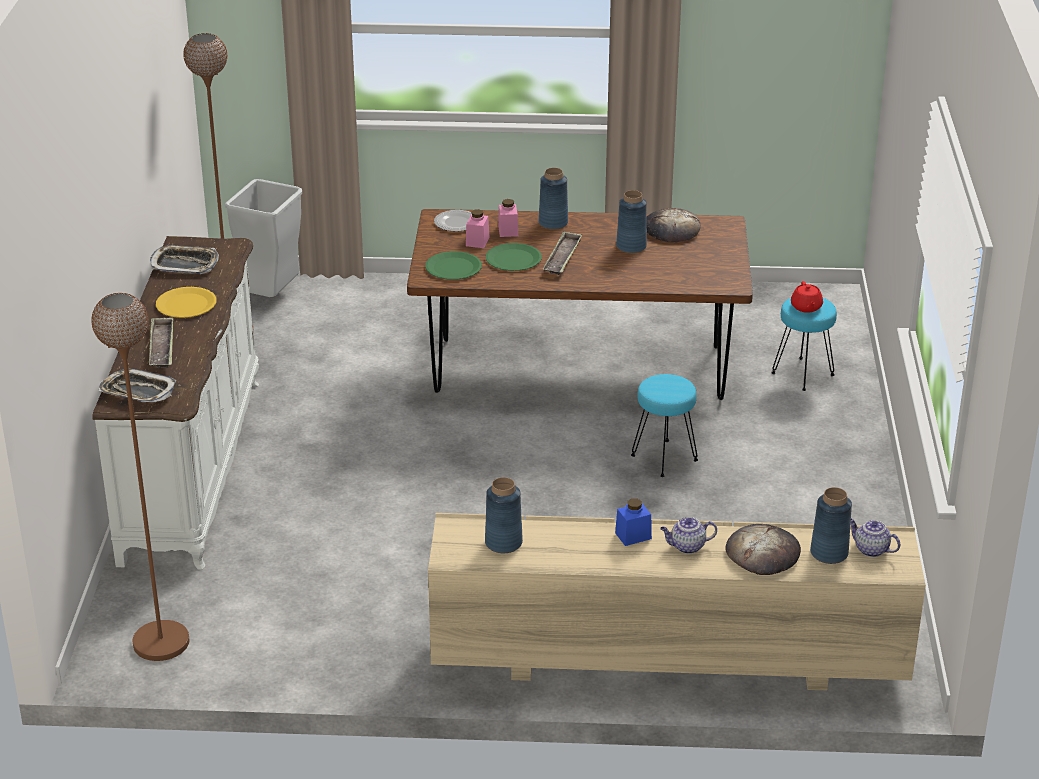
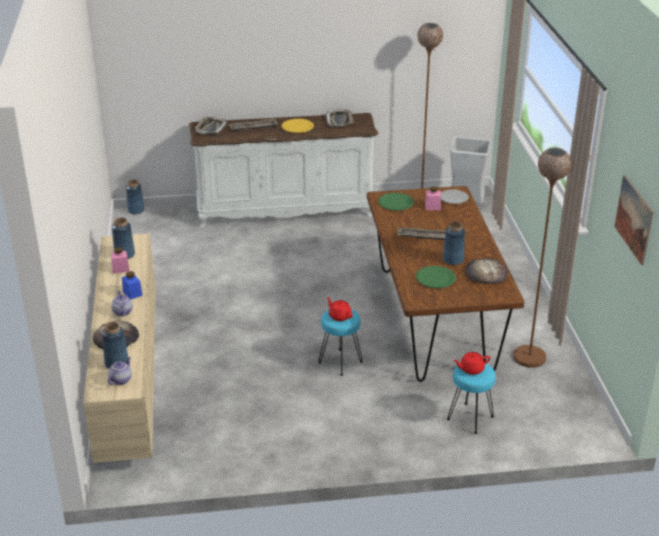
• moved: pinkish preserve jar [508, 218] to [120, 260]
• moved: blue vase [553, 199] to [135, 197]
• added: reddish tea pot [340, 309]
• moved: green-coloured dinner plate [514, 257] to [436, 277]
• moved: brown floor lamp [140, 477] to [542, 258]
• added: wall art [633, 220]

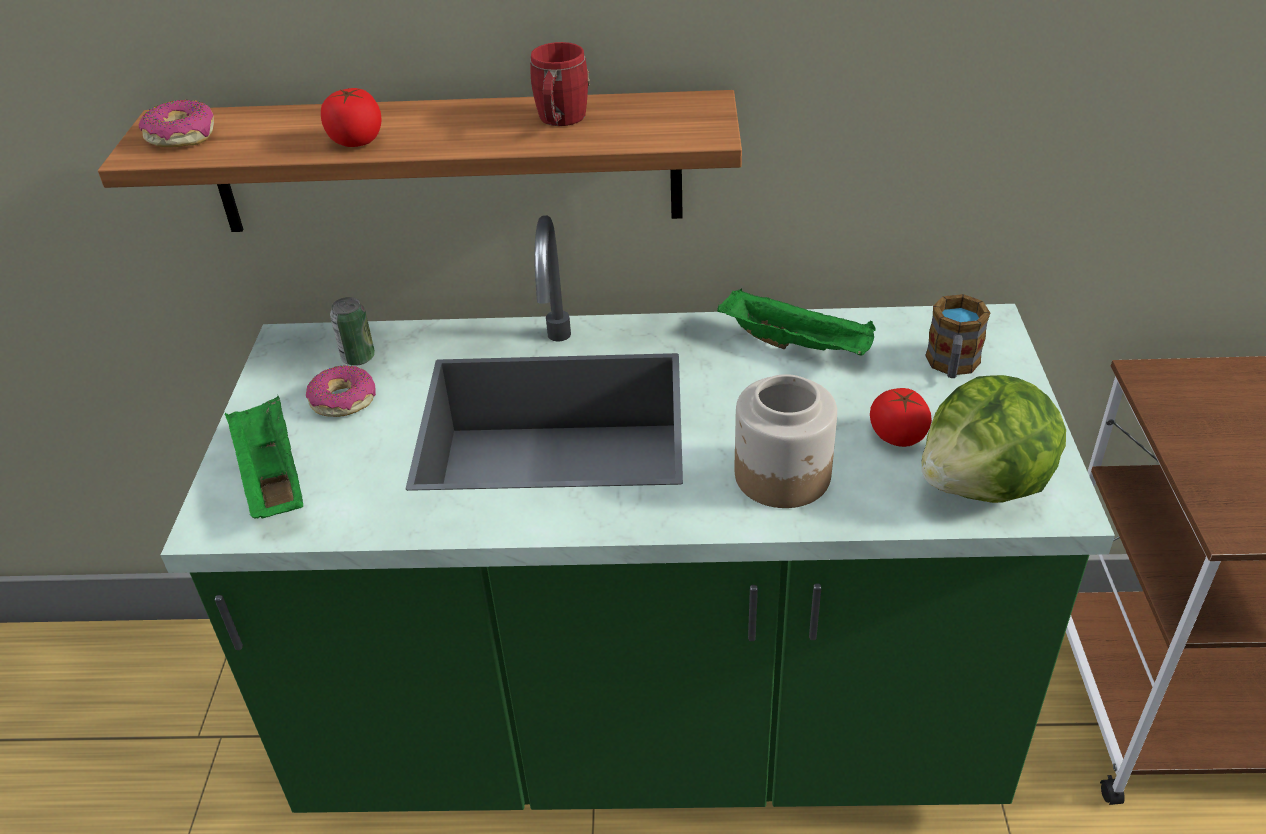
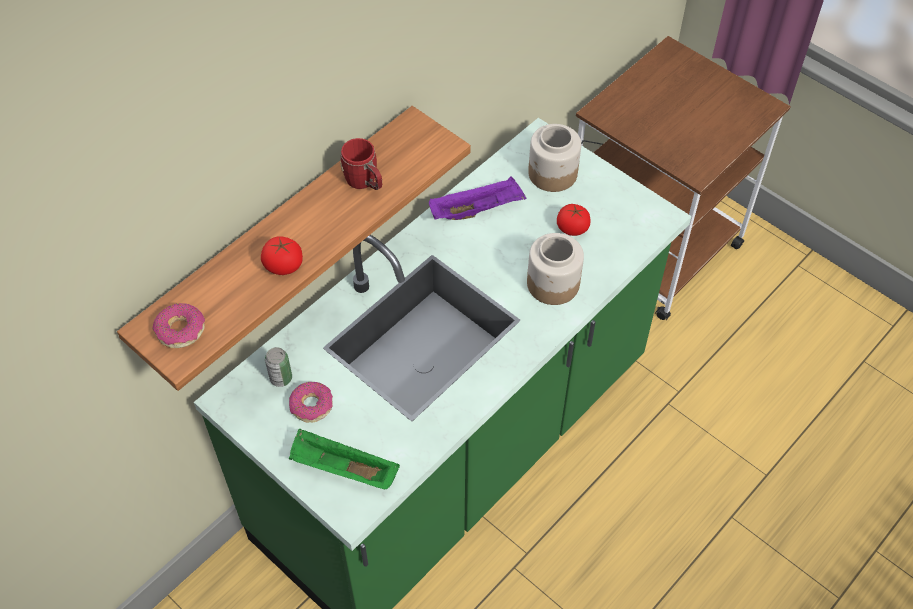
• recoloured: green-coloured serving tray [796, 322] to purple serving tray [477, 198]
• replaced: tea mug [957, 336] to preserve jar [554, 158]
• removed: lettuce [994, 439]

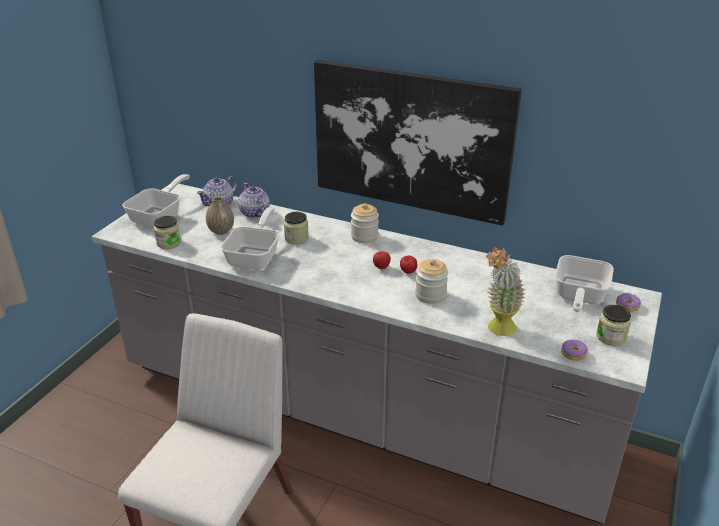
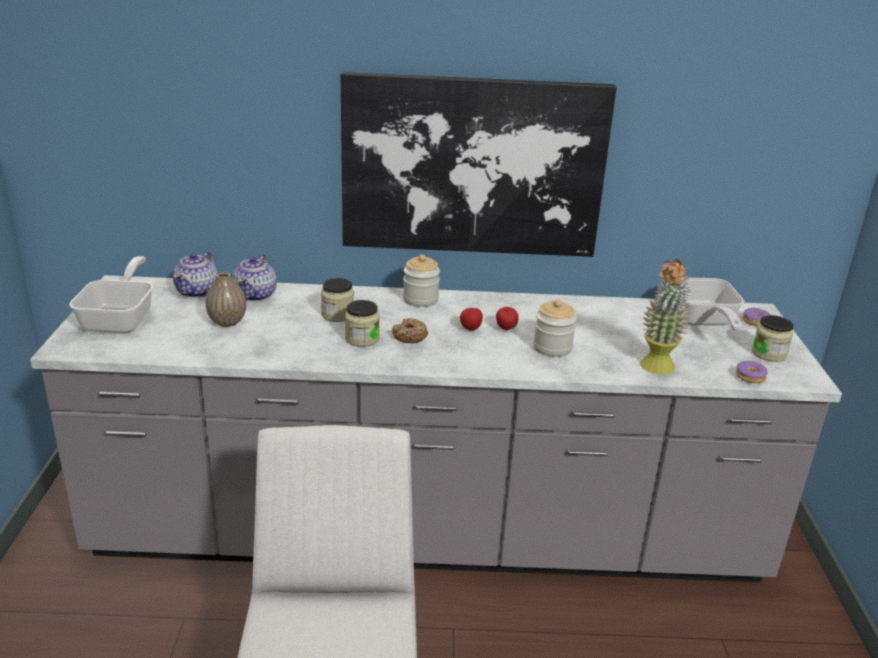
• turned: tea pot [254, 200] = [254, 278] 120 degrees counterclockwise
• moved: preserve jar [167, 232] to [362, 323]
• added: doughnut [410, 330]
• removed: skillet [250, 238]

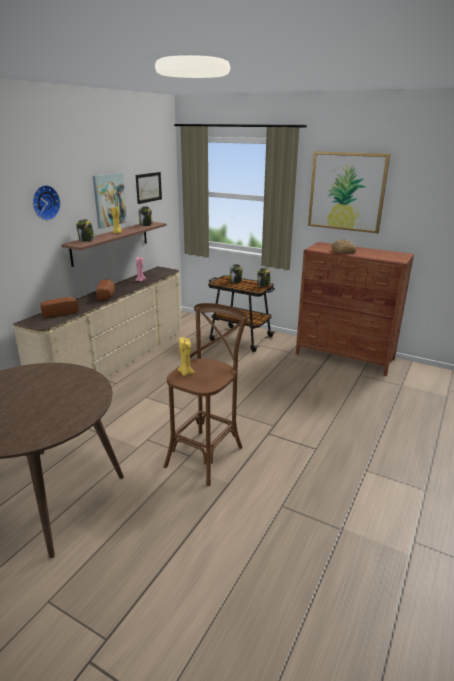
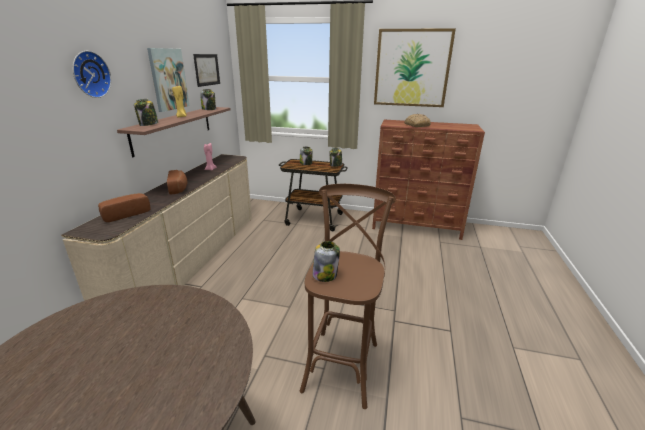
• replaced: yellow-coloured wax candle [186, 356] to preserve jar [326, 261]

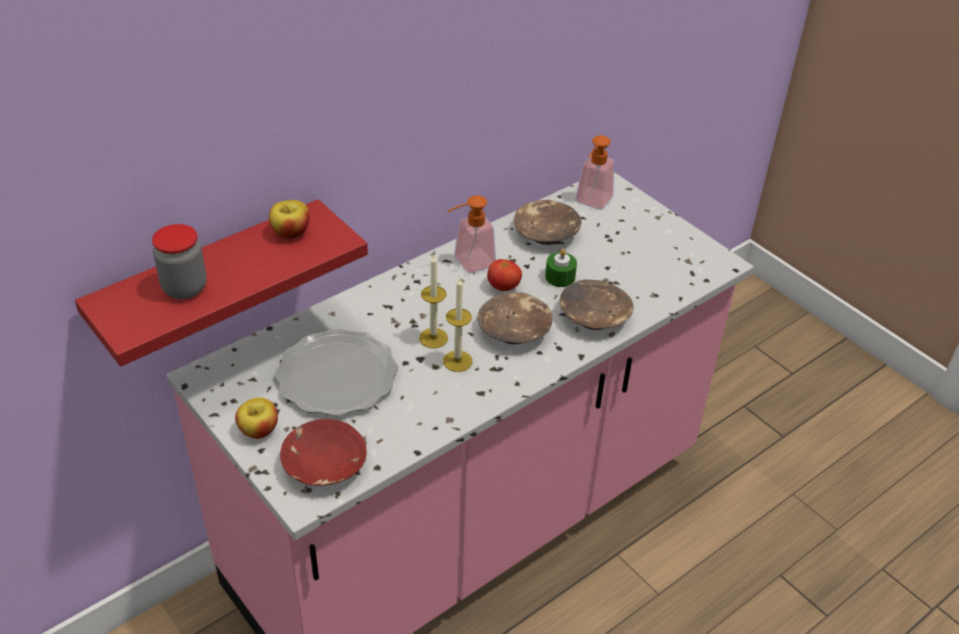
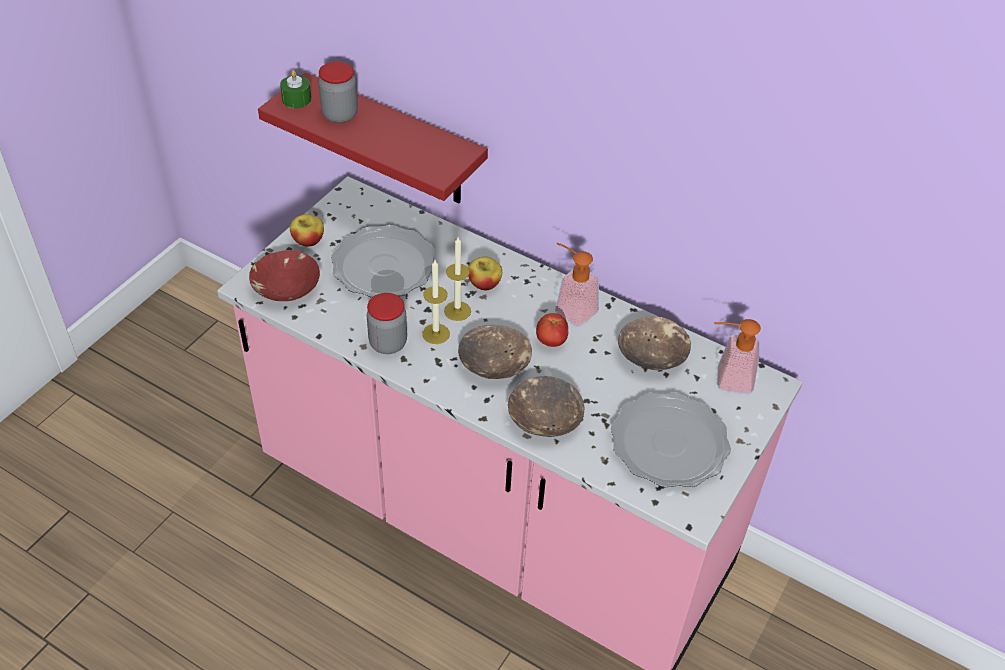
• moved: green-coloured wax candle [561, 268] to [295, 89]
• added: preserve jar [387, 323]
• moved: apple fruit [289, 219] to [485, 273]
• added: dinner plate [671, 439]

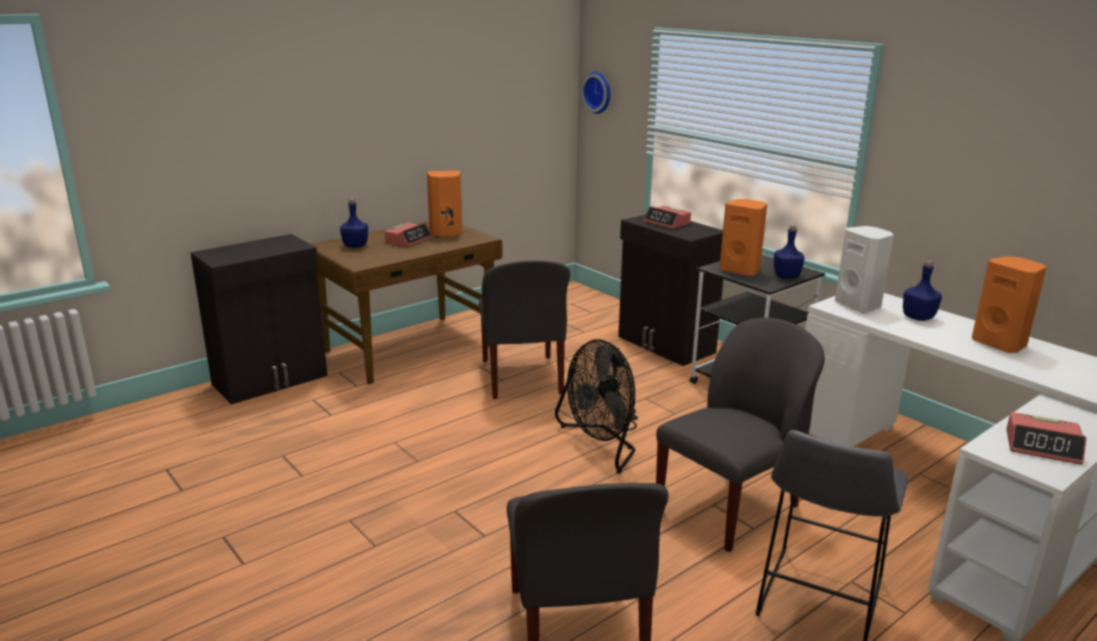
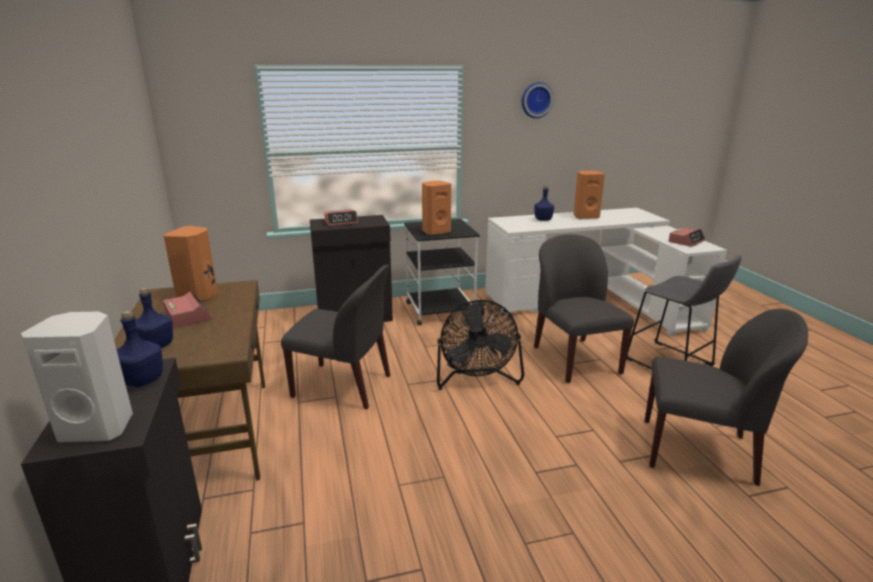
• moved: white loudspeaker [864, 269] to [77, 377]
• moved: blue drink bottle [789, 252] to [139, 349]
• moved: clock on the wall [596, 93] to [537, 100]

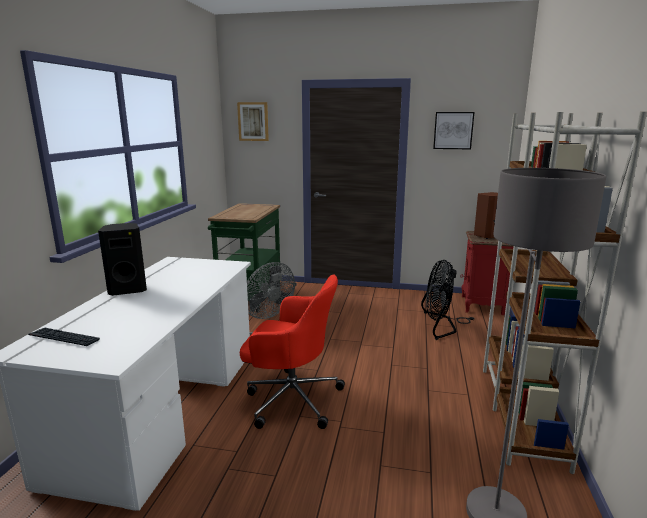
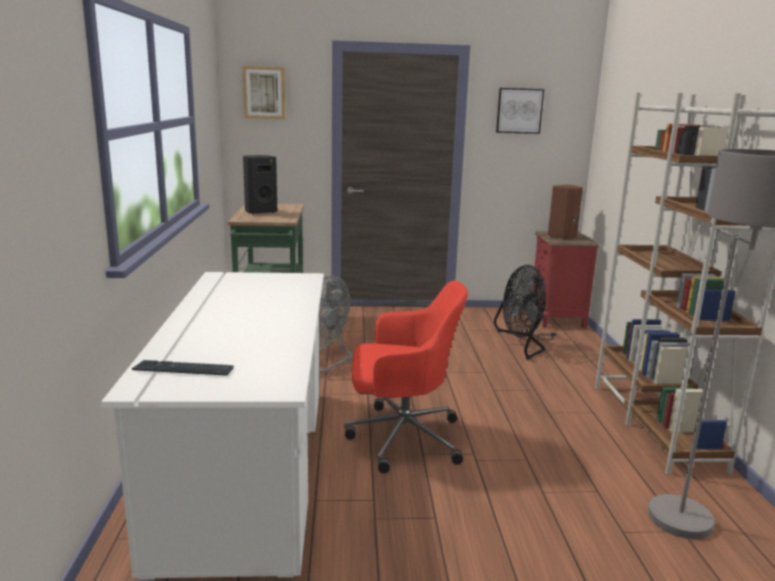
• moved: black-coloured loudspeaker [122, 259] to [260, 185]

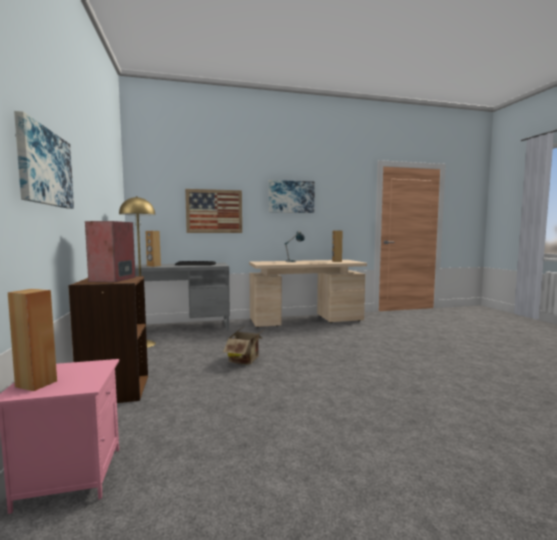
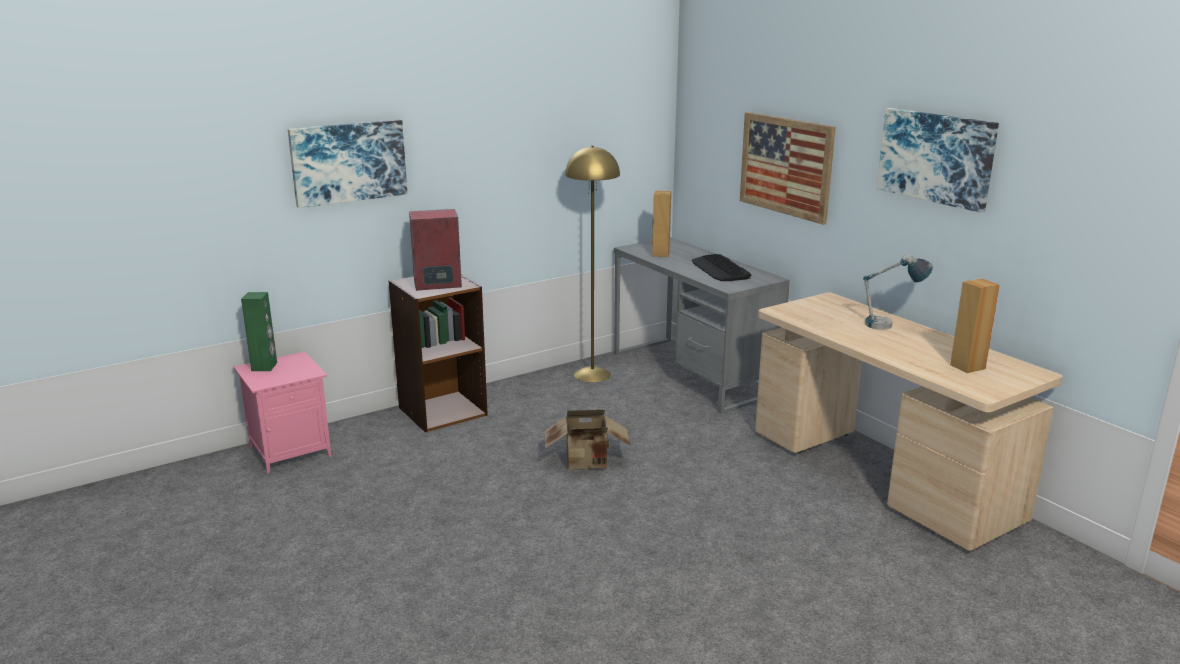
• recoloured: brown loudspeaker [32, 340] to green-coloured loudspeaker [259, 331]

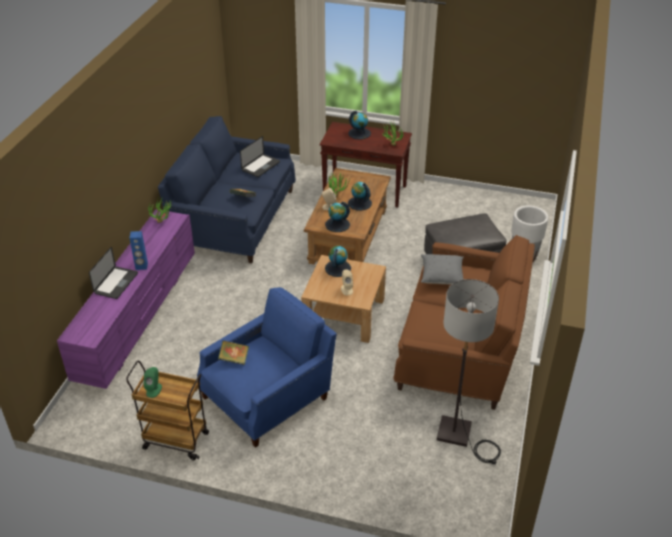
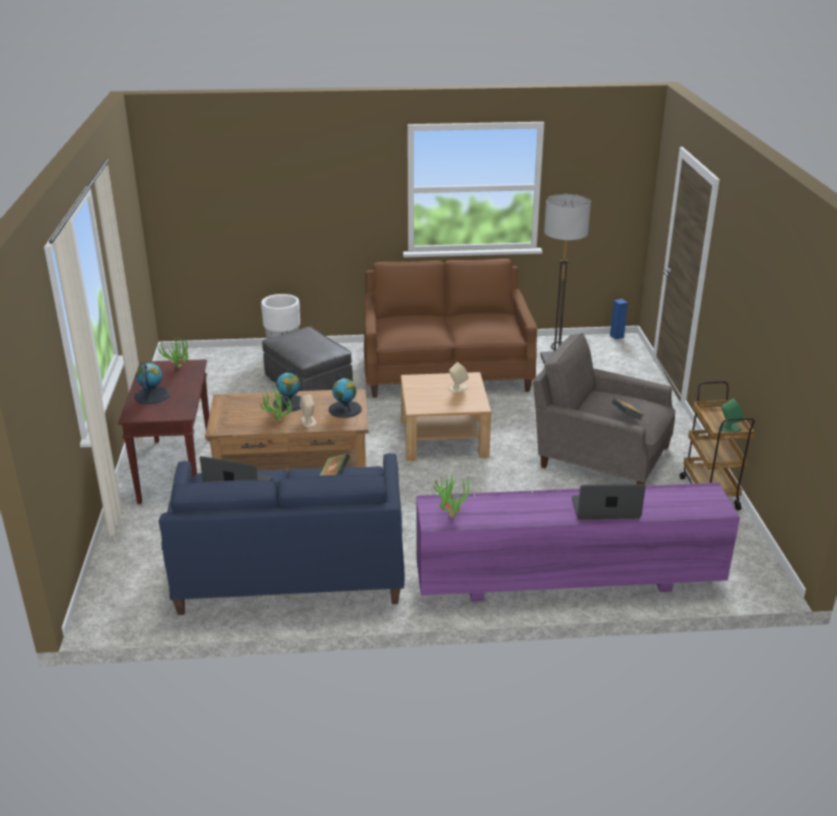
• recoloured: blue lounge chair [267, 367] to gray lounge chair [604, 408]
• moved: blue loudspeaker [139, 250] to [619, 319]
• removed: globe [338, 261]
• removed: gray pillow [442, 269]

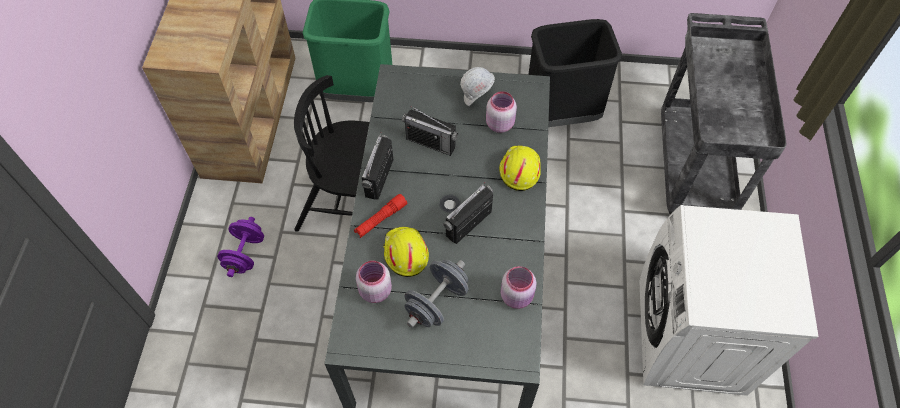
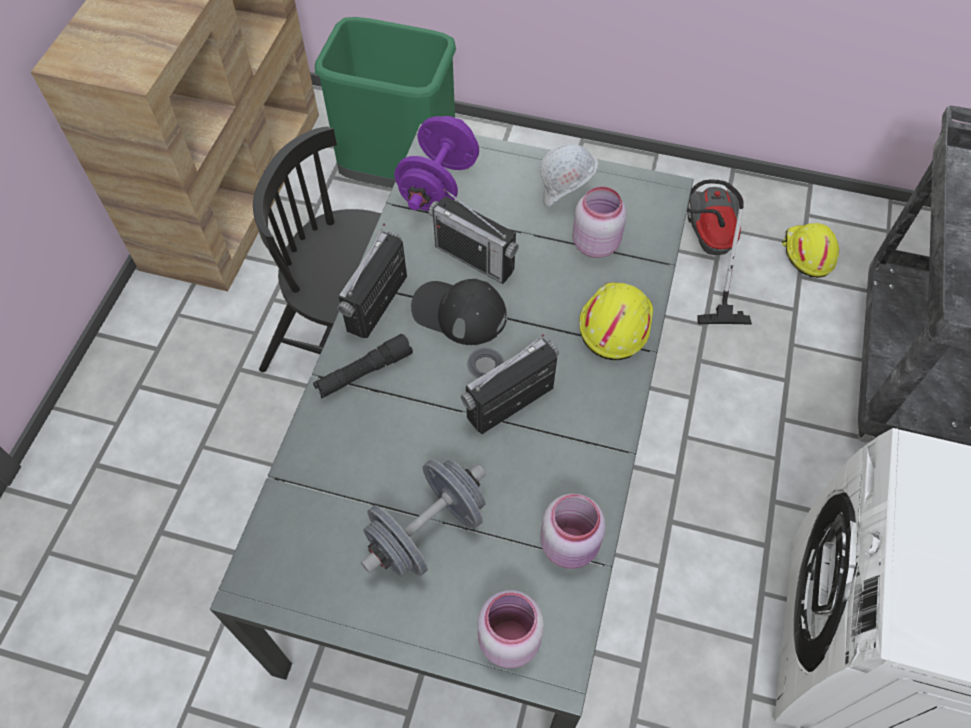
• recoloured: reddish flashlight [380, 216] to black-coloured flashlight [363, 366]
• moved: purple dumbbell [240, 247] to [436, 163]
• added: black-coloured peaked cap [459, 311]
• moved: pinkish preserve jar [374, 282] to [510, 629]
• replaced: black-coloured waste bin [575, 73] to vacuum cleaner [719, 252]
• moved: yellow-coloured work helmet [406, 252] to [810, 250]

